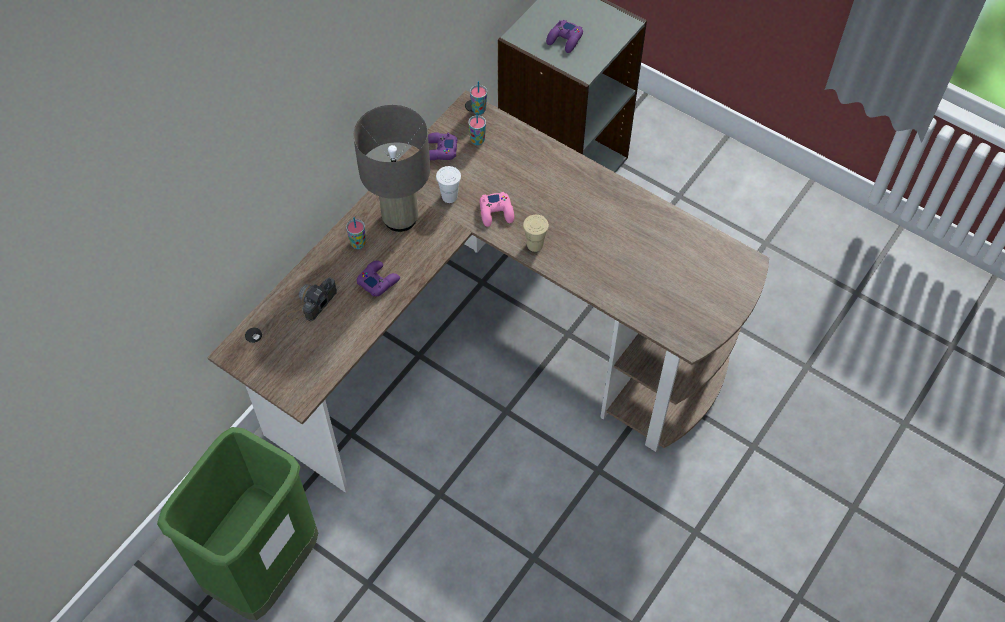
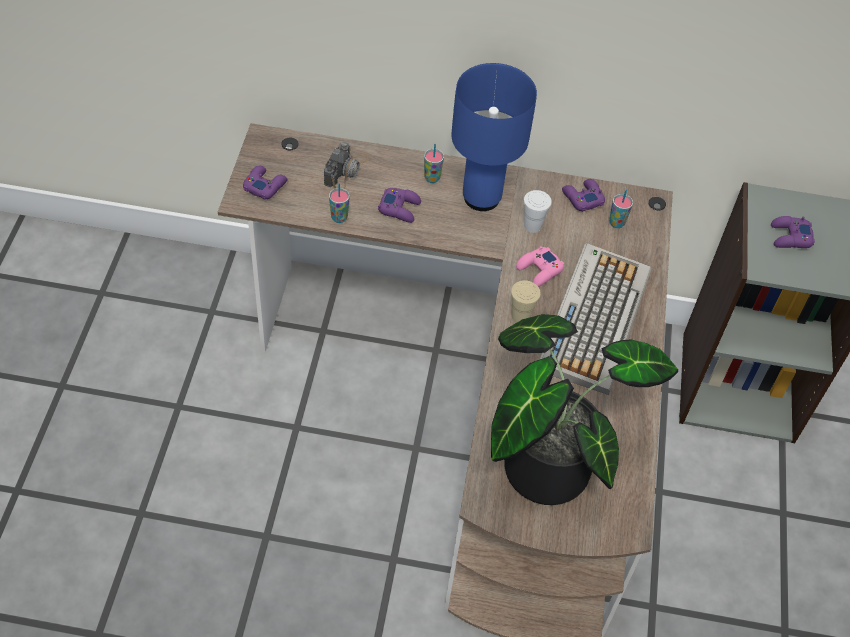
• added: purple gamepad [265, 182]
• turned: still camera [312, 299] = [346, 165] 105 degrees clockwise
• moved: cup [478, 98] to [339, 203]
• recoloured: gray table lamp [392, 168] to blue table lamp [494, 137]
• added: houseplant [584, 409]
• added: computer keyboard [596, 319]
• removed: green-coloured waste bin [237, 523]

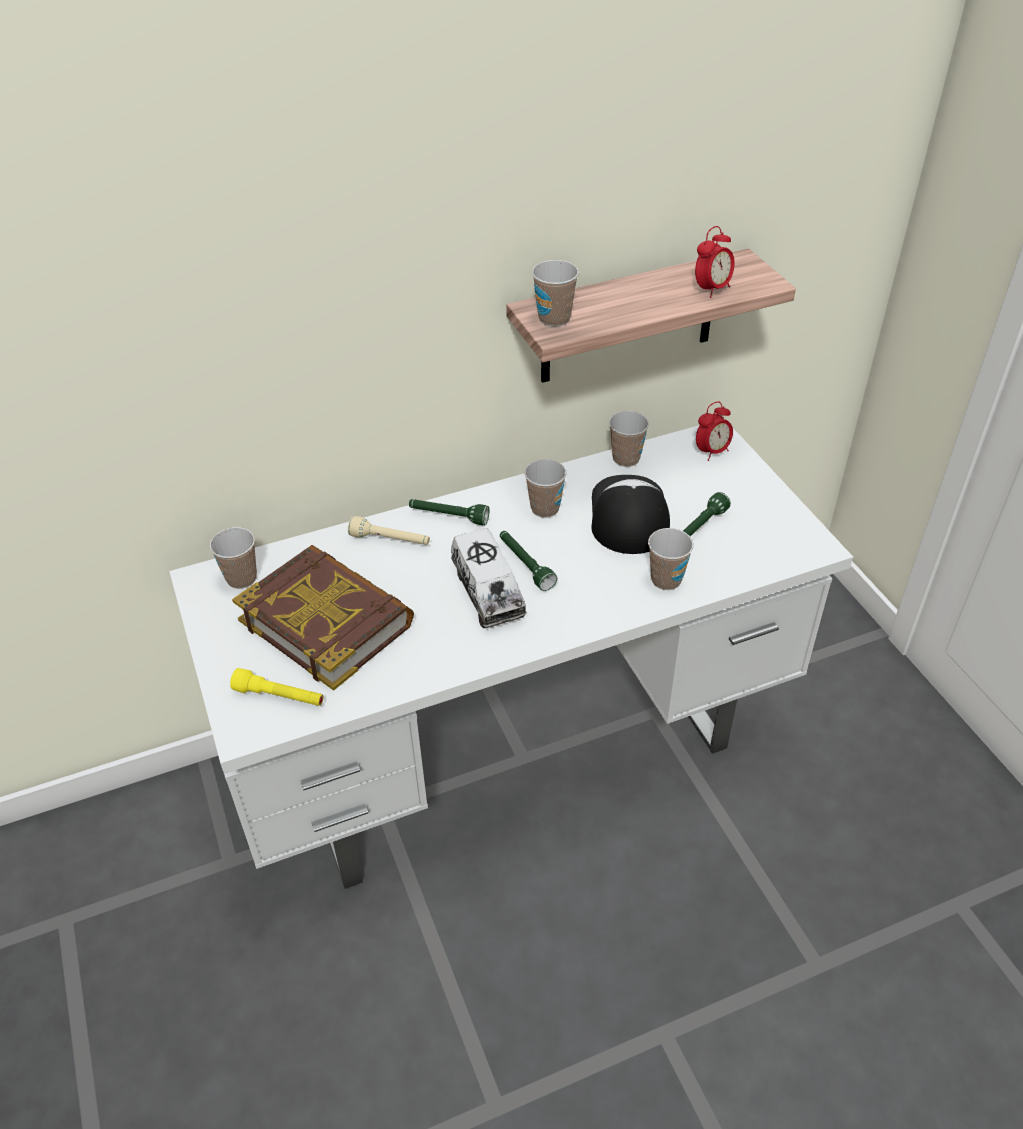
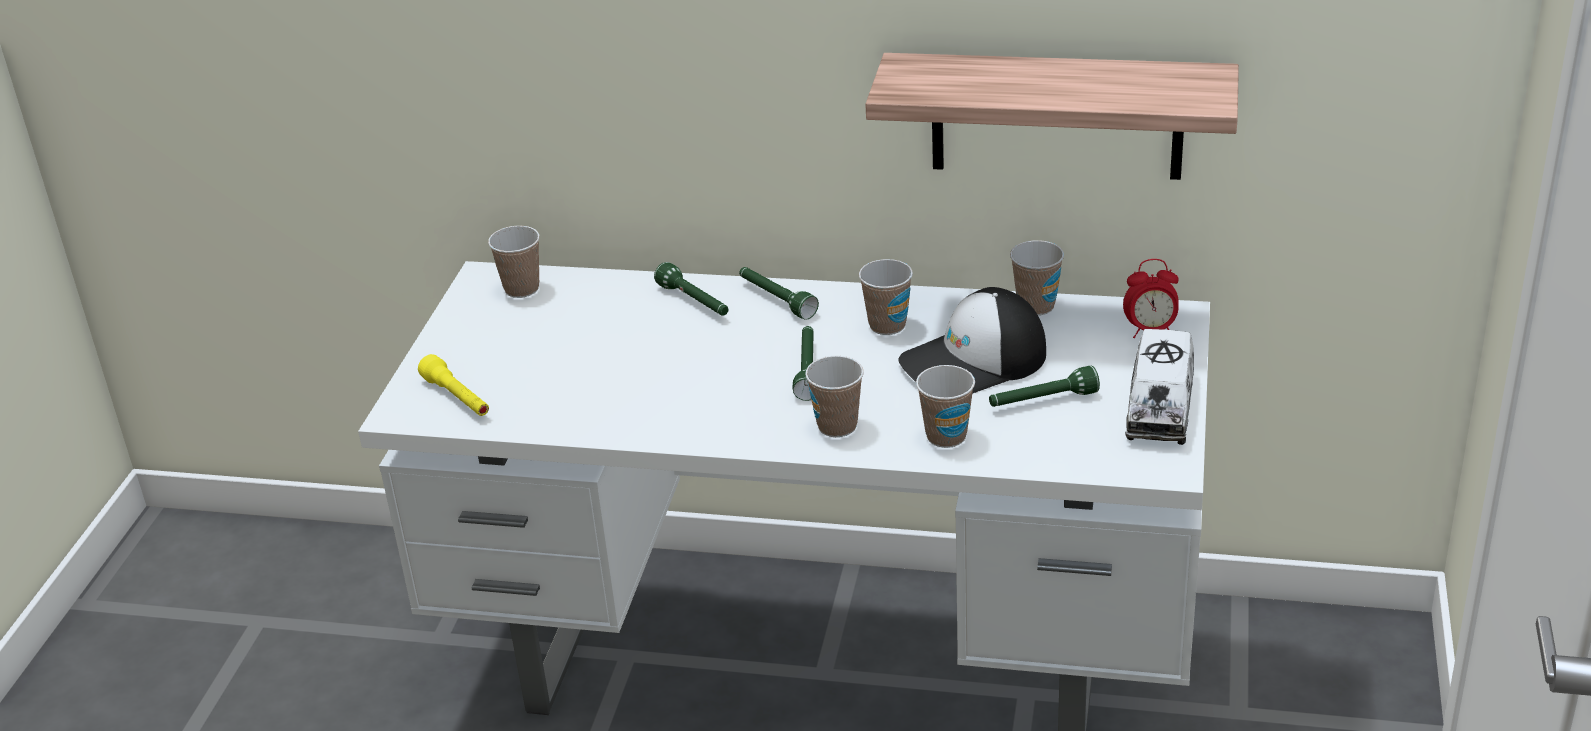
• recoloured: sand-coloured flashlight [389, 530] to green-coloured flashlight [691, 289]
• moved: cup [555, 293] to [834, 396]
• turned: peaked cap [630, 514] = [972, 340] 150 degrees counterclockwise
• moved: toy truck [489, 578] to [1159, 387]
• removed: bound book [323, 618]
• removed: bedside clock [715, 262]

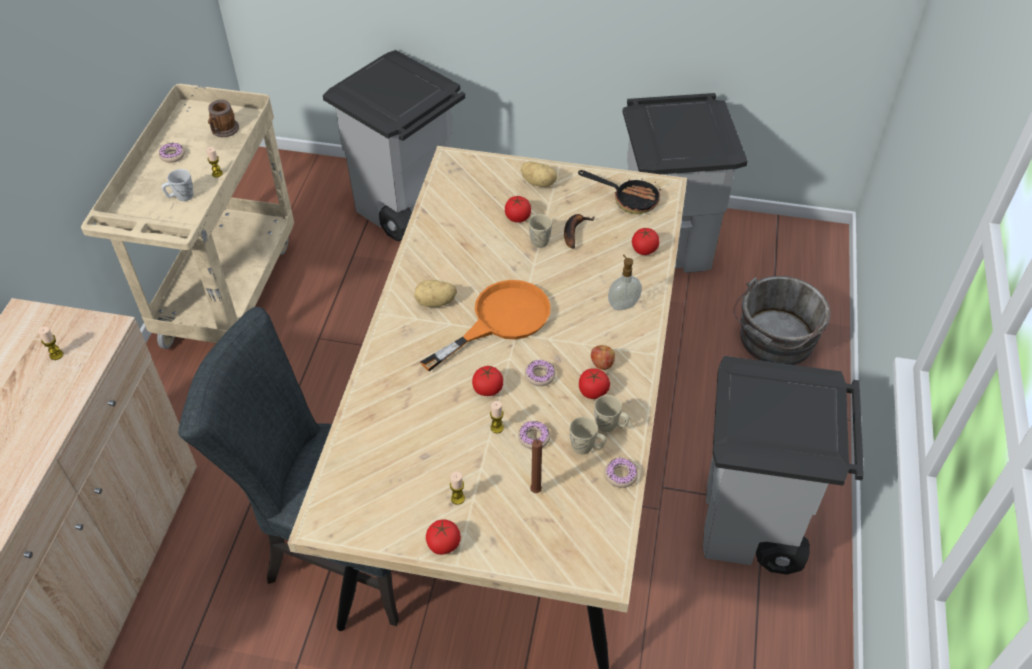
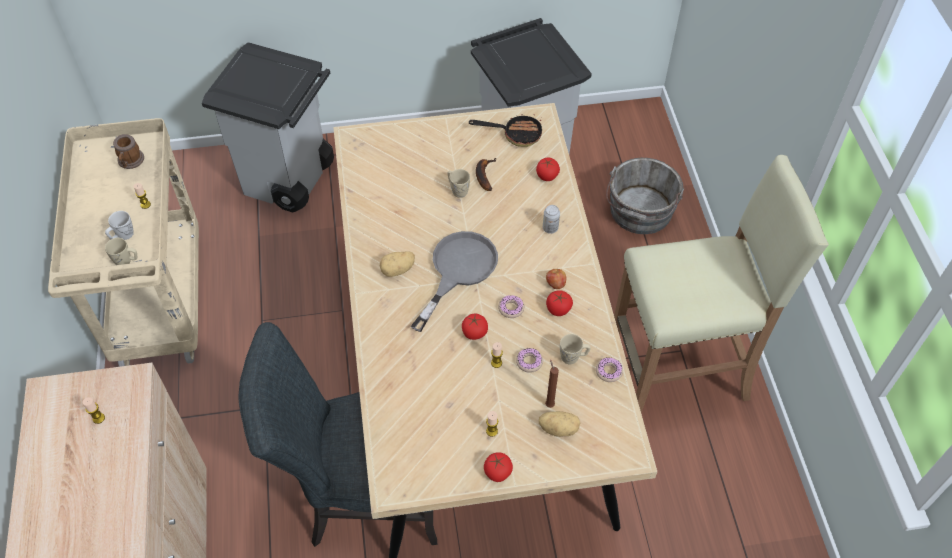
• moved: sand-coloured tea mug [612, 413] to [121, 251]
• recoloured: orange skillet [485, 325] to gray skillet [454, 281]
• moved: spud [539, 174] to [559, 424]
• replaced: soap bottle [625, 282] to can [551, 219]
• replaced: gray waste bin [783, 465] to sand-coloured stool [721, 284]
• removed: doughnut [172, 153]
• removed: tomato [518, 209]

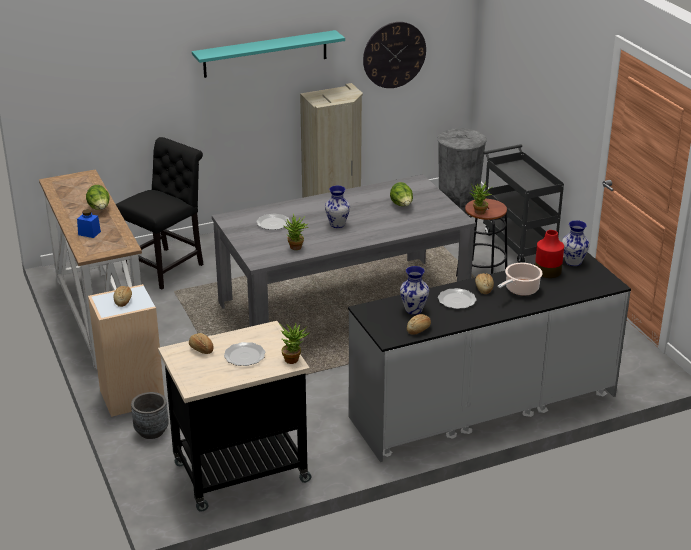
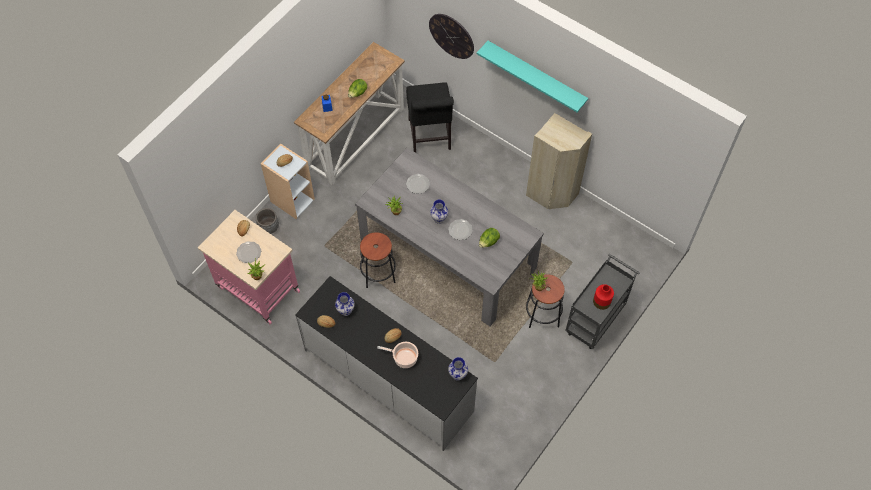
• recoloured: black-coloured wheeled cart [234, 416] to pinkish wheeled cart [249, 267]
• added: black-coloured stool [378, 260]
• turned: black-coloured chair [160, 213] = [430, 117] 75 degrees clockwise
• moved: clock on the wall [394, 55] to [451, 36]
• moved: dinner plate [457, 298] to [460, 229]
• moved: reddish vase [549, 254] to [603, 297]
• removed: gray waste bin [462, 171]

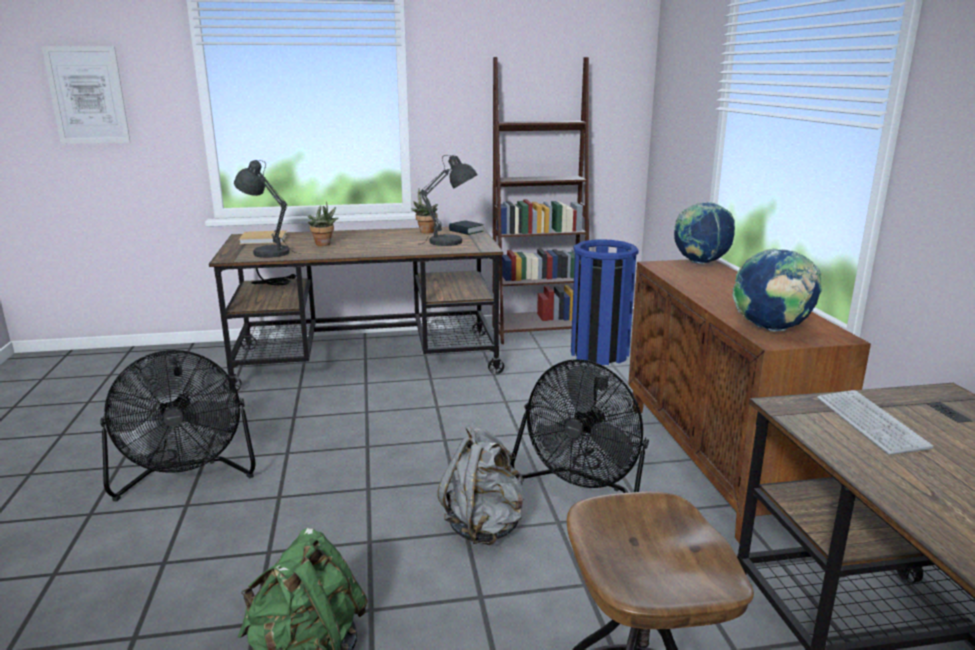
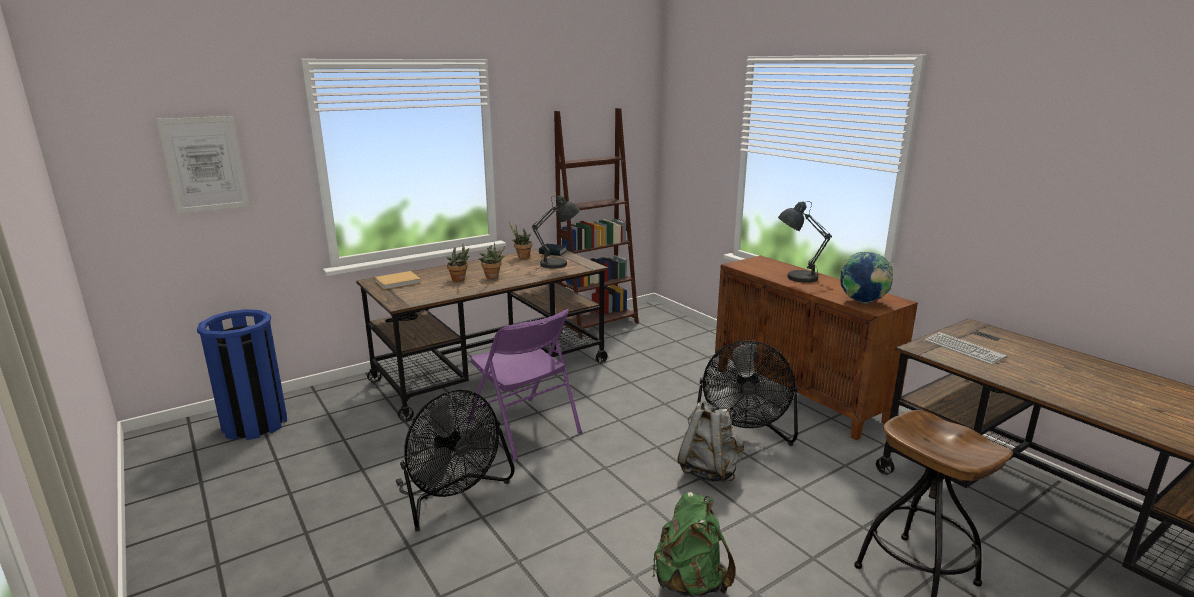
• moved: blue waste bin [605, 302] to [242, 374]
• added: purple chair [524, 385]
• added: houseplant [492, 261]
• moved: gray table lamp [268, 209] to [805, 242]
• removed: globe [704, 233]

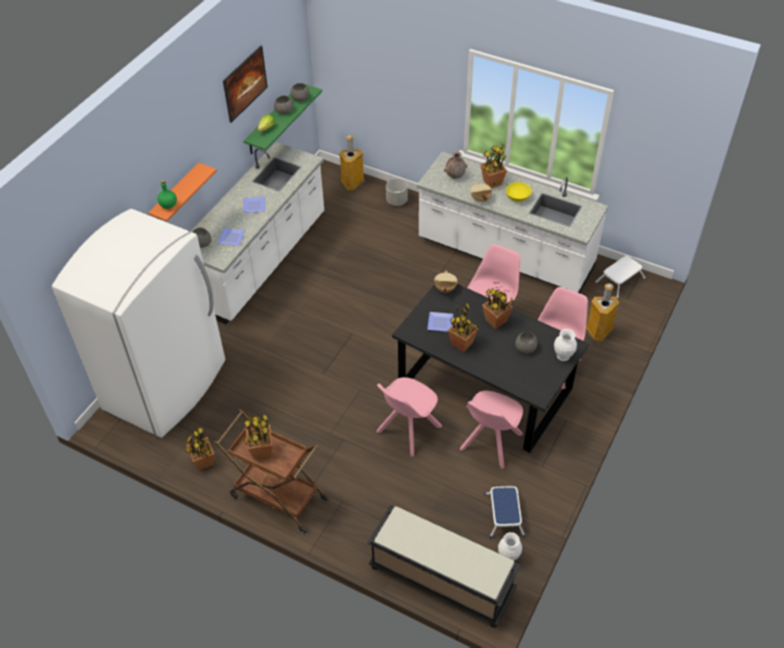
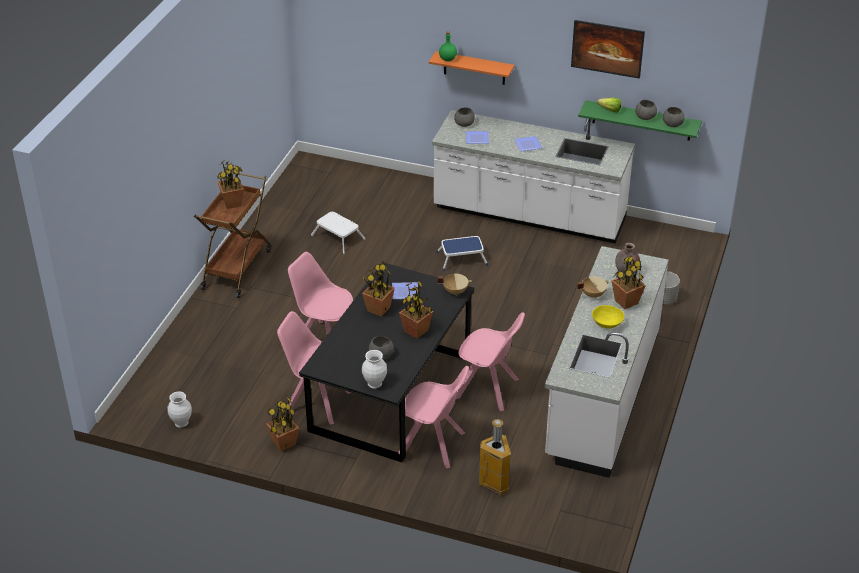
• moved: houseplant [199, 448] to [282, 424]
• moved: white step ladder [620, 277] to [338, 233]
• moved: blue step ladder [505, 512] to [462, 253]
• removed: white refrigerator [138, 323]
• removed: waste bin [351, 162]
• removed: black-coloured long seat [444, 566]

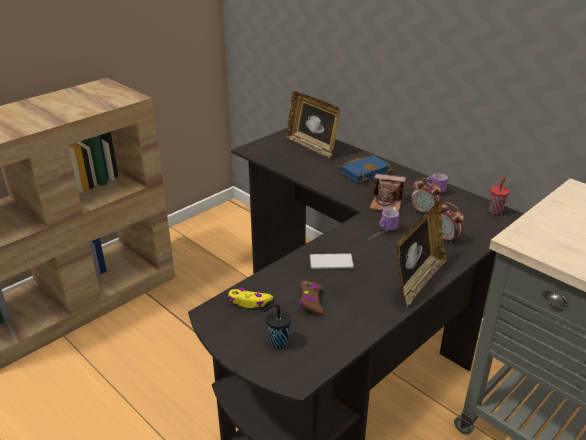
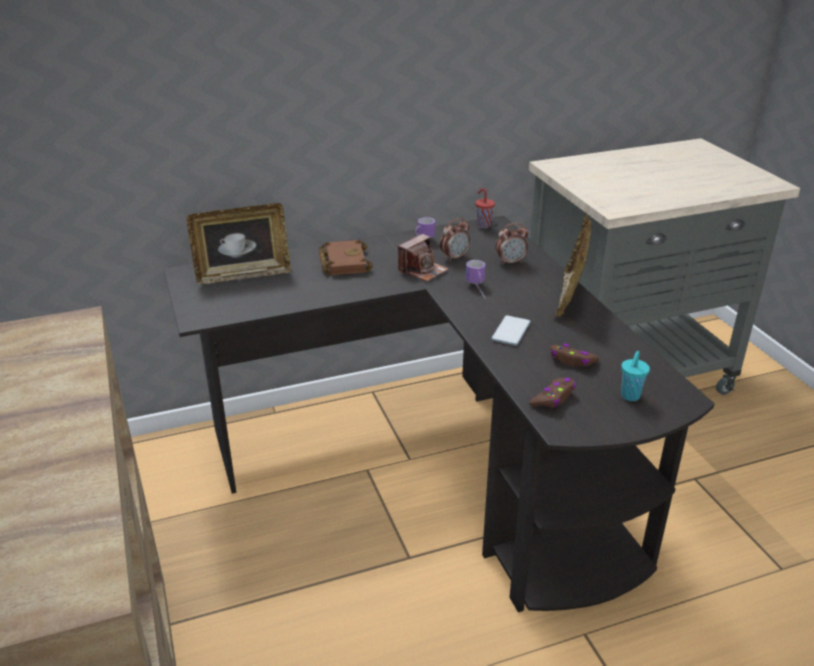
• recoloured: blue bound book [366, 168] to brown bound book [346, 257]
• recoloured: yellow-coloured gamepad [251, 298] to brown gamepad [552, 392]
• turned: photo frame [421, 253] = [572, 265] 135 degrees counterclockwise
• recoloured: black-coloured cup [277, 326] to turquoise-coloured cup [635, 376]

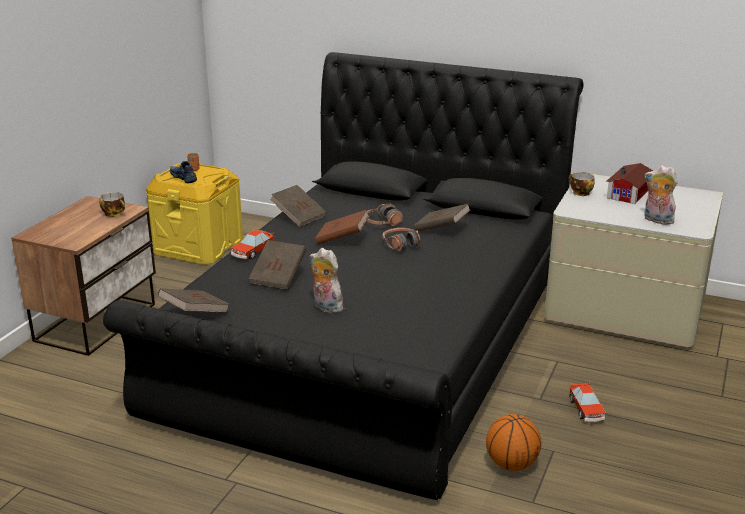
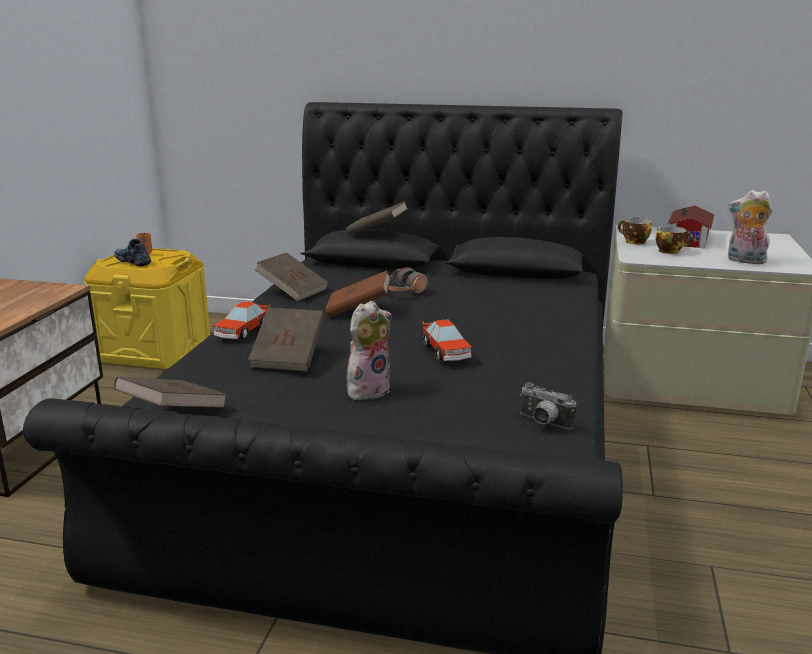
• moved: brown bound book [442, 217] to [377, 218]
• turned: cuddly toy [326, 280] = [369, 350] 105 degrees clockwise
• moved: toy car [587, 402] to [447, 339]
• added: still camera [547, 406]
• moved: cup [112, 204] to [674, 240]
• removed: headphones [402, 240]
• removed: basketball [514, 442]

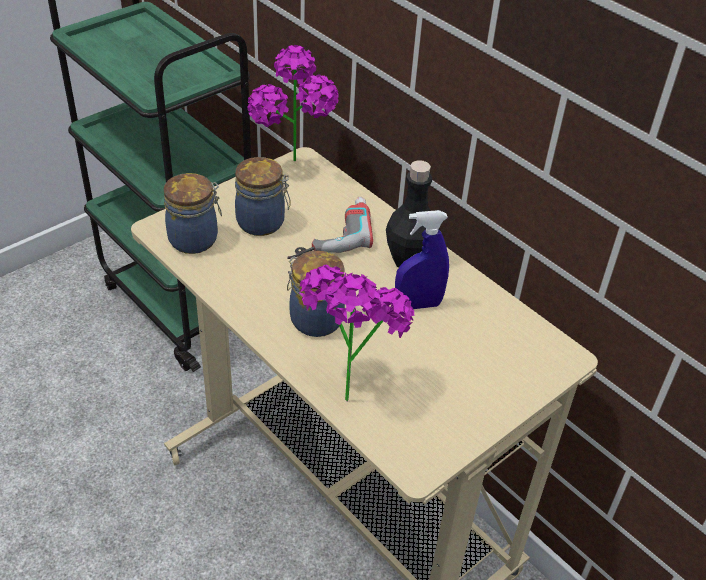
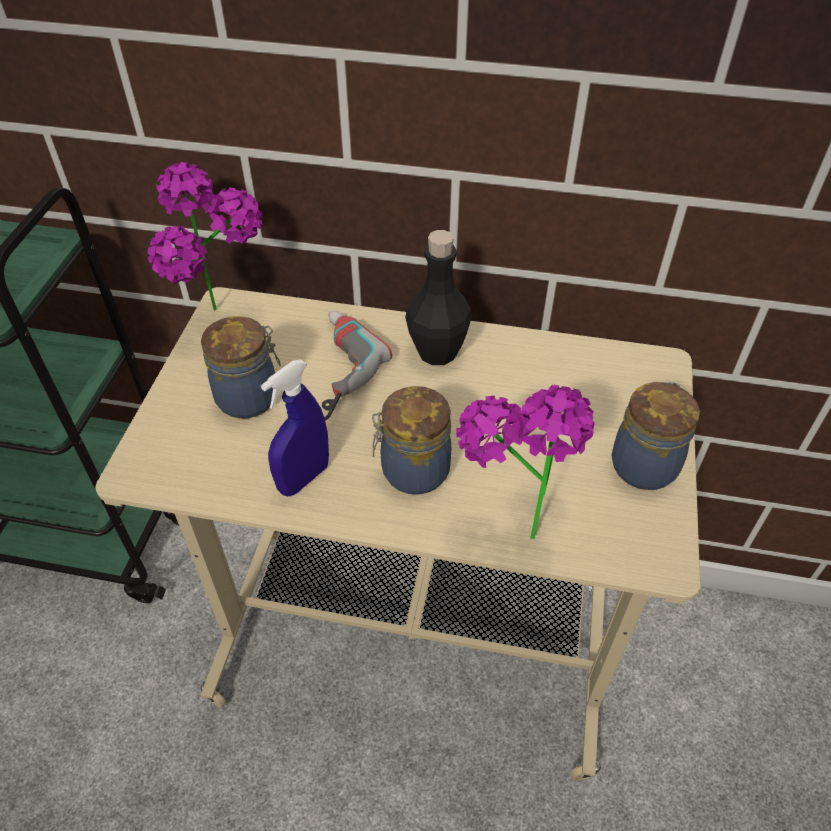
• moved: blue spray bottle [422, 259] to [295, 427]
• moved: preserve jar [192, 213] to [656, 436]

